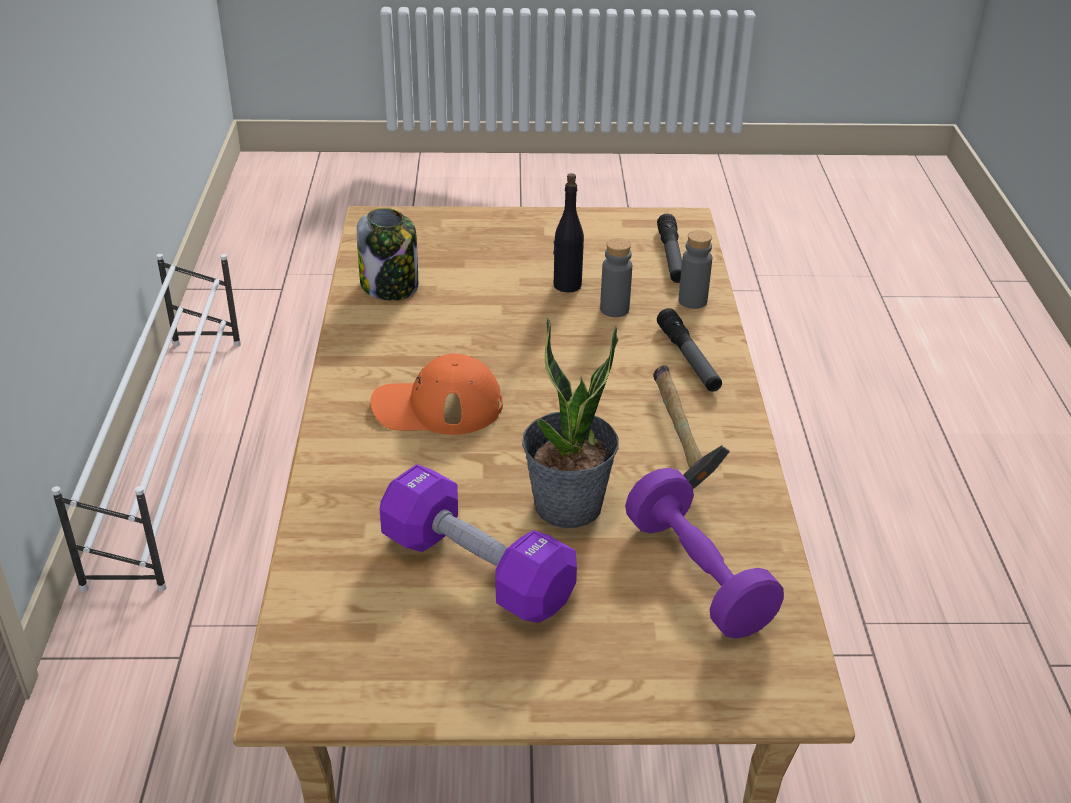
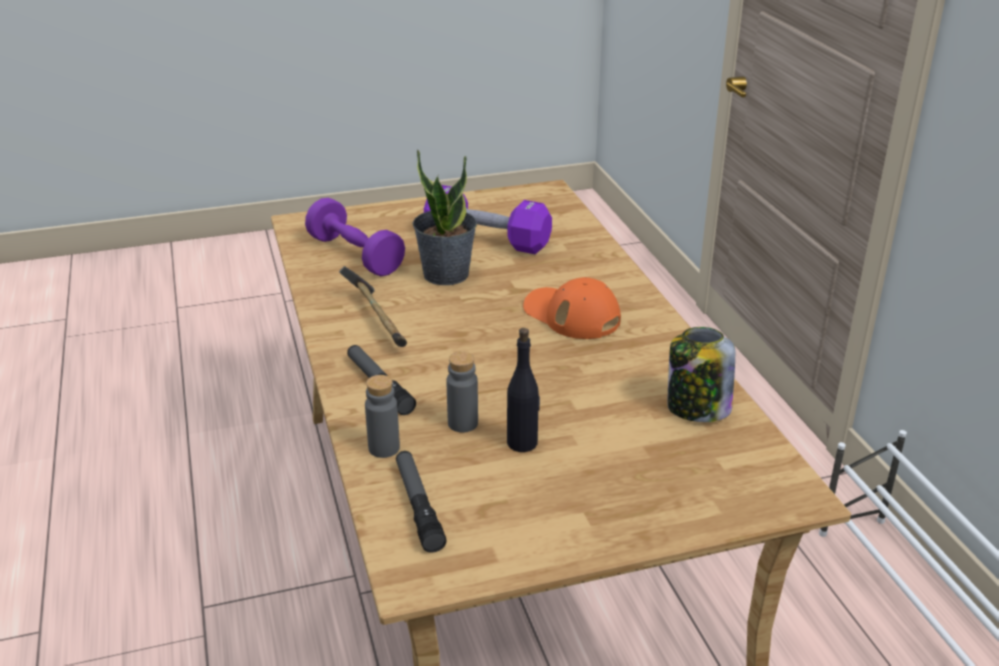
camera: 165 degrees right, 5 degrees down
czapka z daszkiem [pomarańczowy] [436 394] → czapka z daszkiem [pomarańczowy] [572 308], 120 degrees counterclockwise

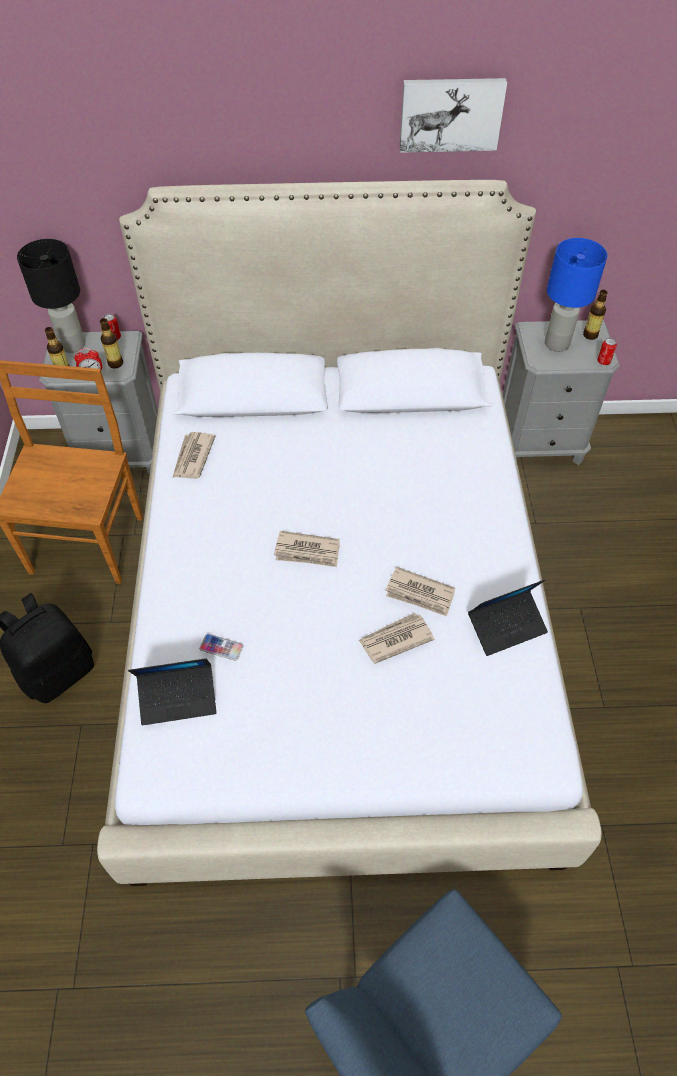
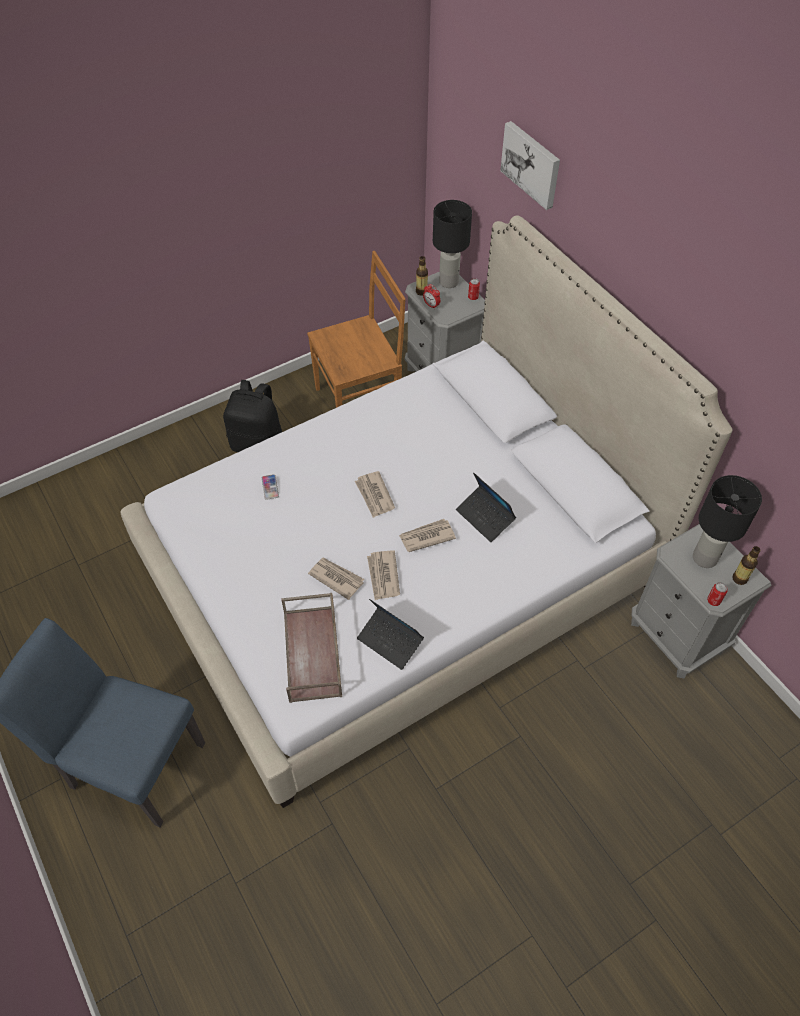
camera: 60 degrees right, 0 degrees up
butelka [111 343] → -
- → taca [brązowy] [311 648]
laptop [172 691] → laptop [486 507], moved
gazeta [194 455] → gazeta [427 535], moved
obraz [453 115] → obraz [530 165], moved
lampa stołowa [niebieski] [576 295] → lampa stołowa [czarny] [727 521]

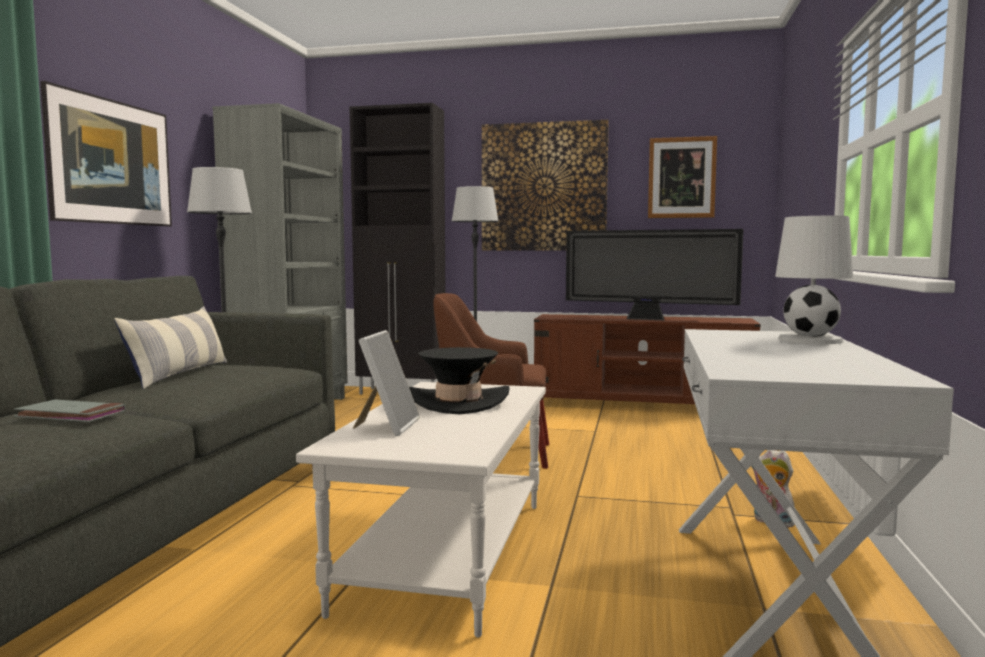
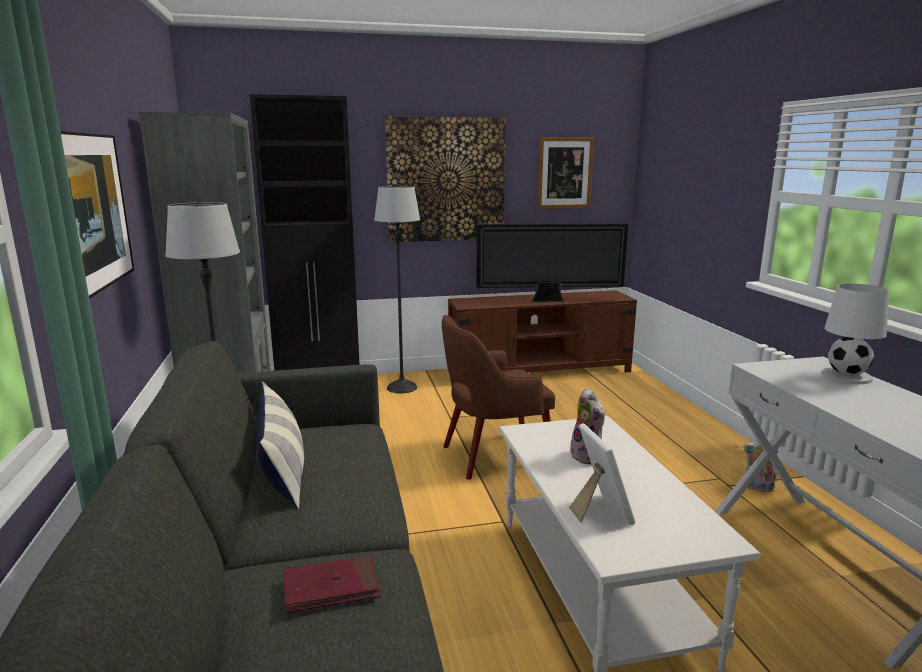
camera: 25 degrees left, 10 degrees up
kapelusz [czarny] [459 381] → pluszak [587 426]
książka [szary] [69 410] → książka [czerwony] [332 584]

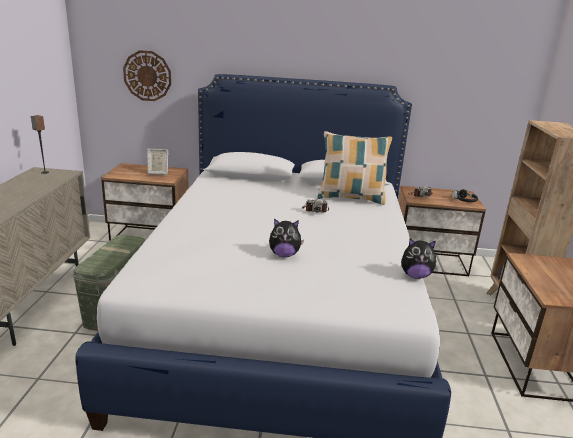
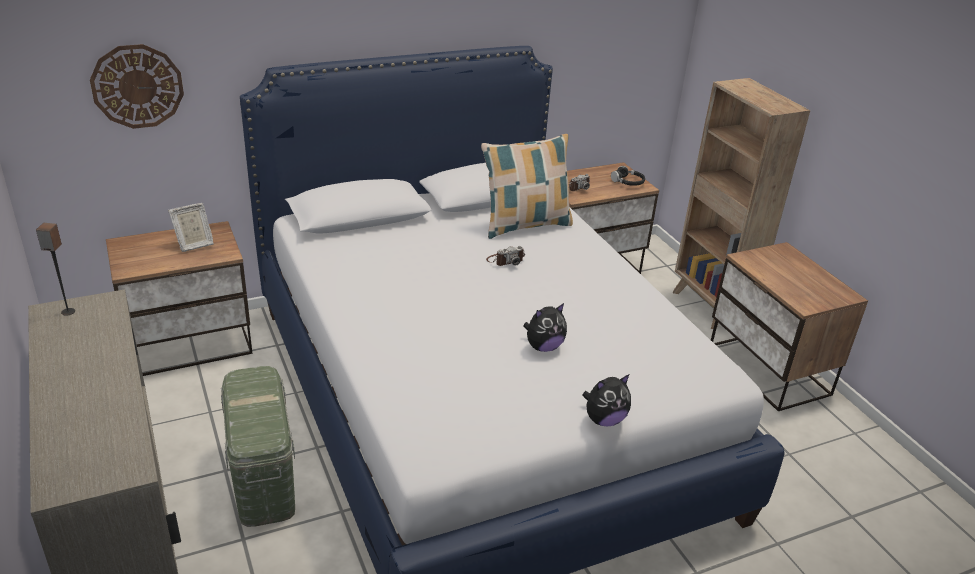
camera: 30 degrees left, 10 degrees up
pluszak [418 258] → pluszak [606 400], moved

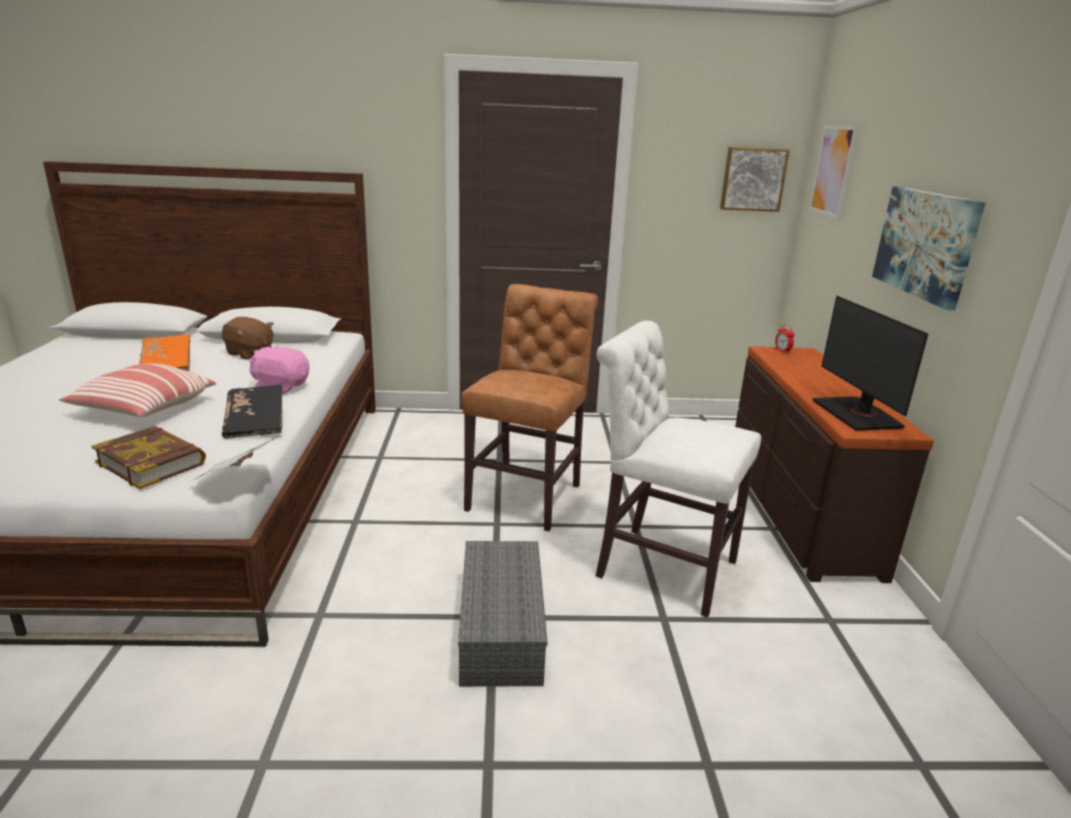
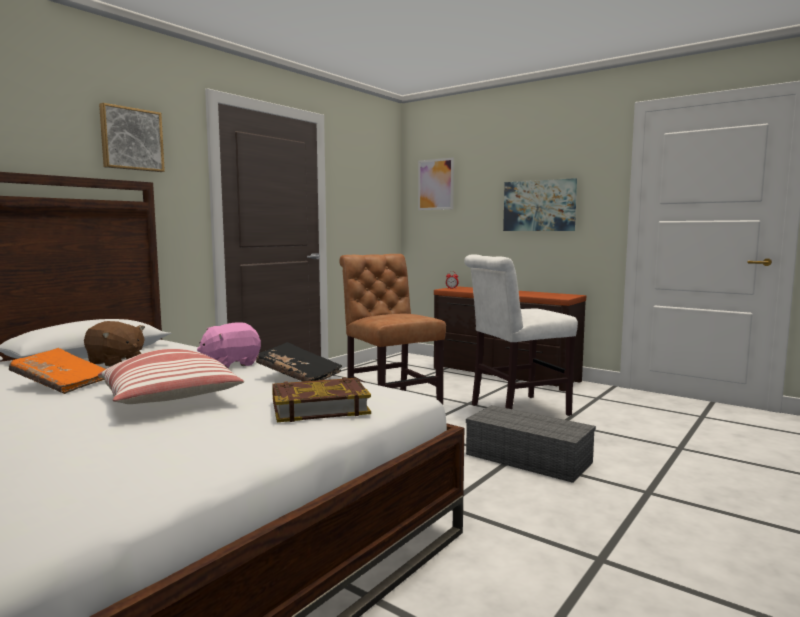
camera: 50 degrees left, 15 degrees down
gazeta [236 458] → -
monitor [870 363] → -
obraz [755 179] → obraz [132 137], moved
pluszak [brązowy] [248 338] → pluszak [brązowy] [114 343], 45 degrees clockwise

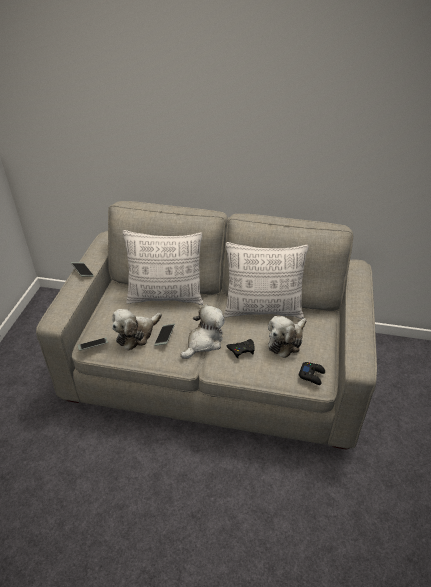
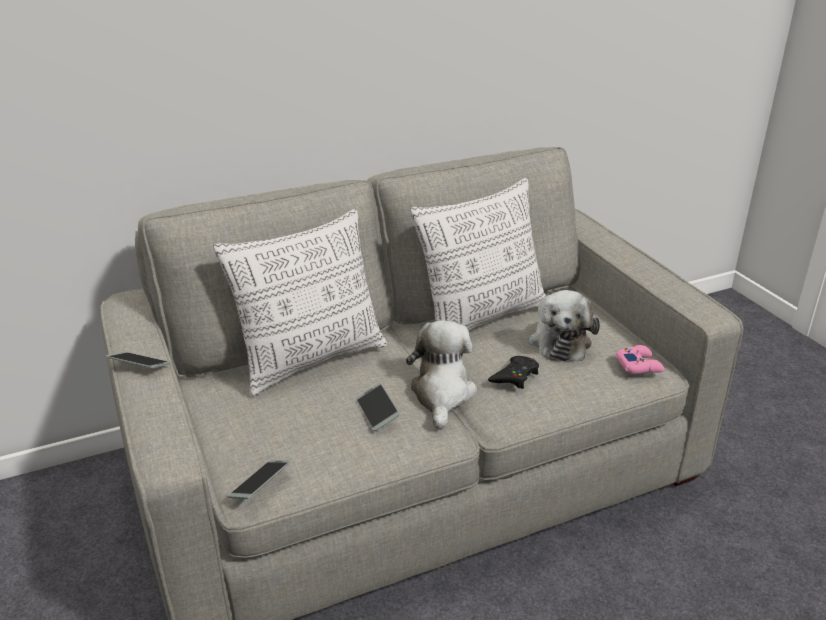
camera: 35 degrees left, 10 degrees down
pluszak [137 330] → -
pad do gier [czarny] [311 373] → pad do gier [różowy] [639 359]

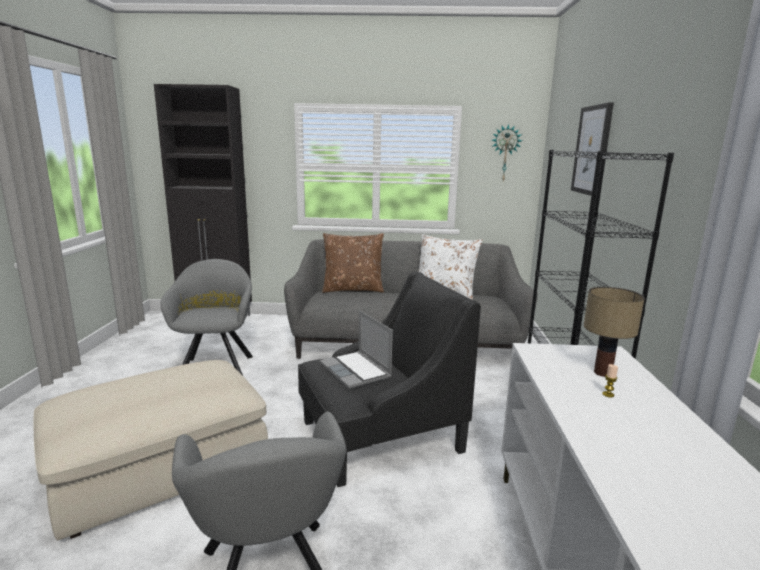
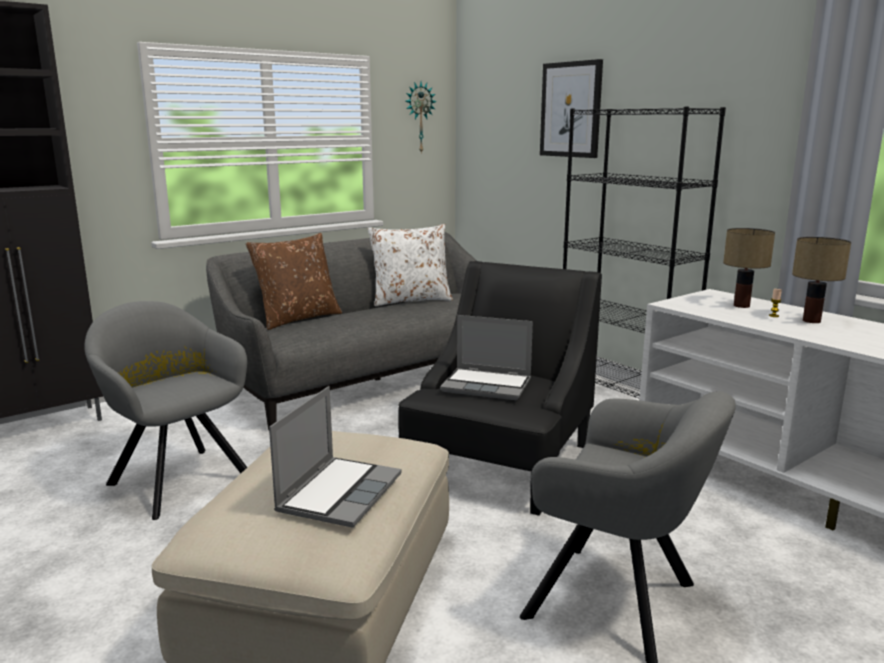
camera: 40 degrees left, 0 degrees up
- → laptop [335 457]
- → lampa stołowa [821 280]

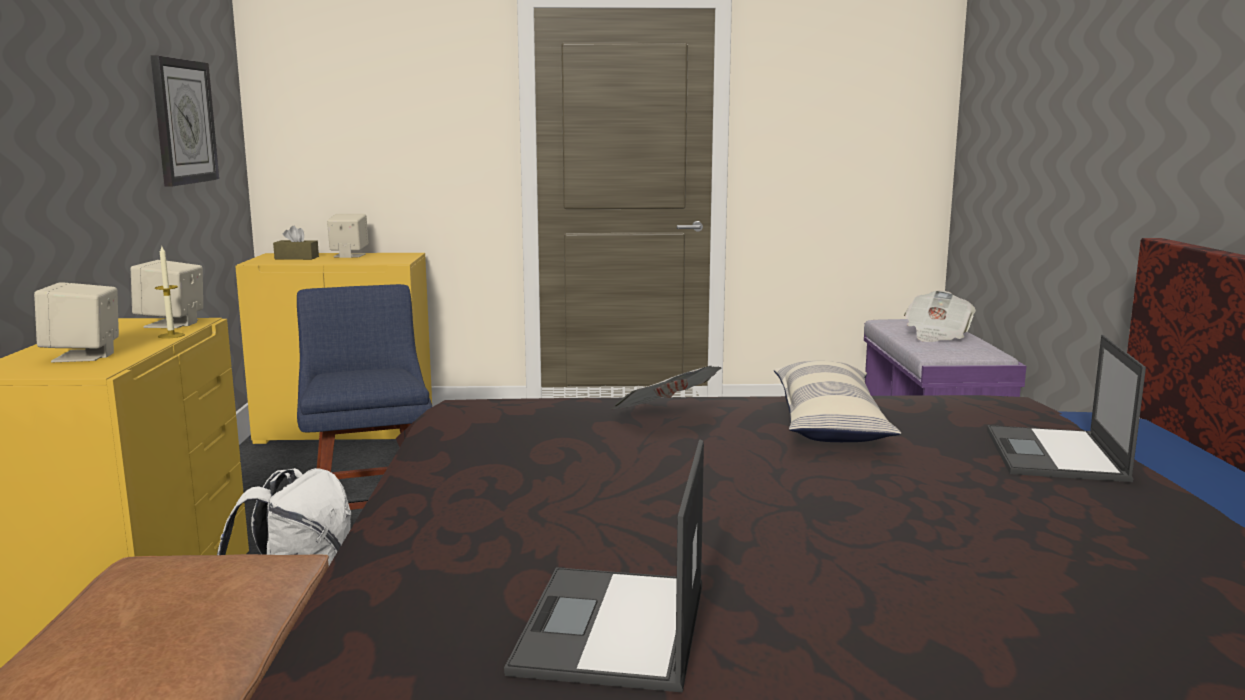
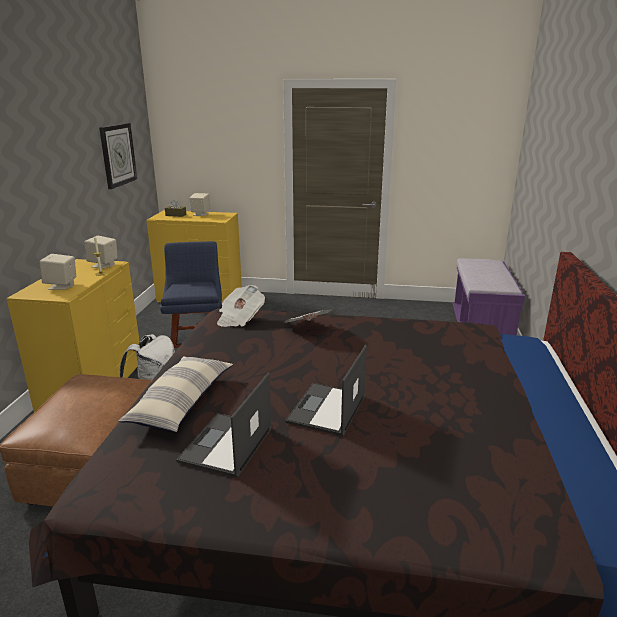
camera: 10 degrees right, 10 degrees up
poduszka [837 401] → poduszka [175 394], moved
gazeta [940 316] → gazeta [241 306], moved
laptop [1066 408] → laptop [326 390], moved

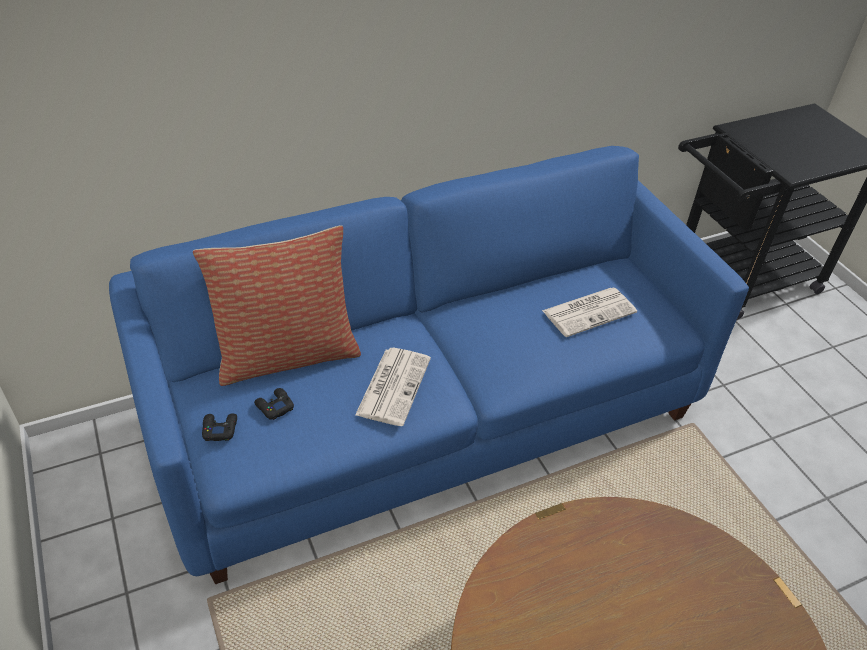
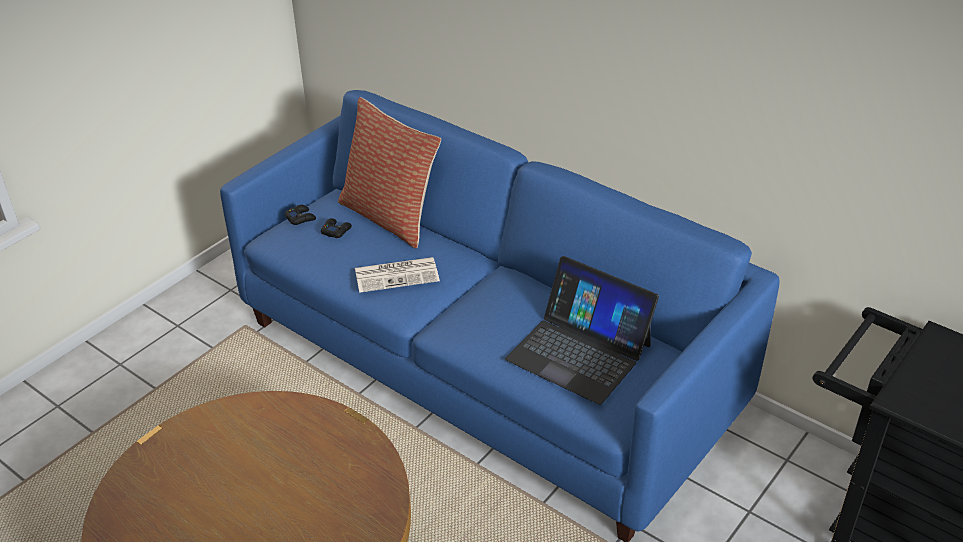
camera: 65 degrees right, 5 degrees down
gazeta [589 312] → laptop [582 330]

